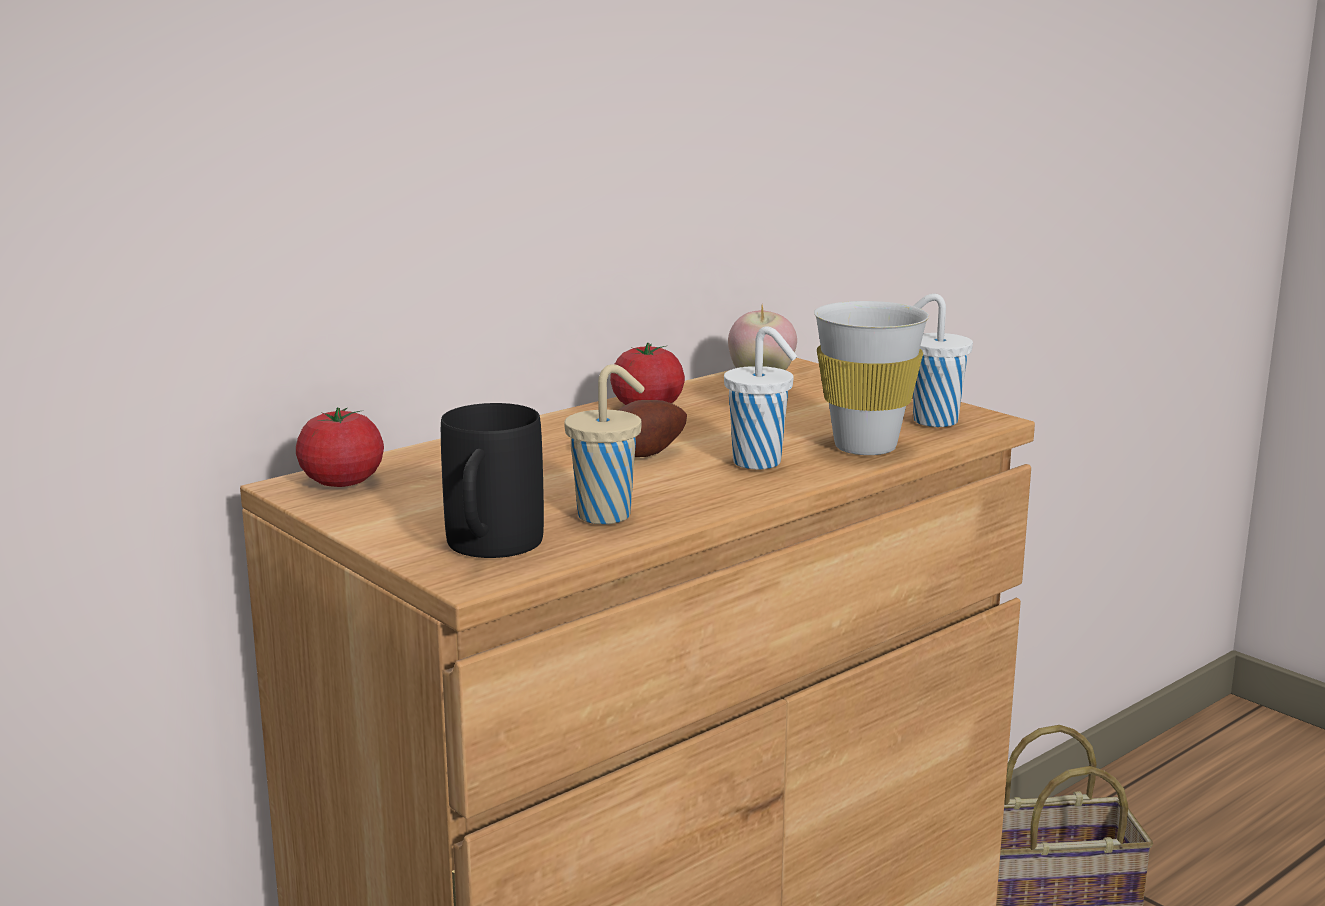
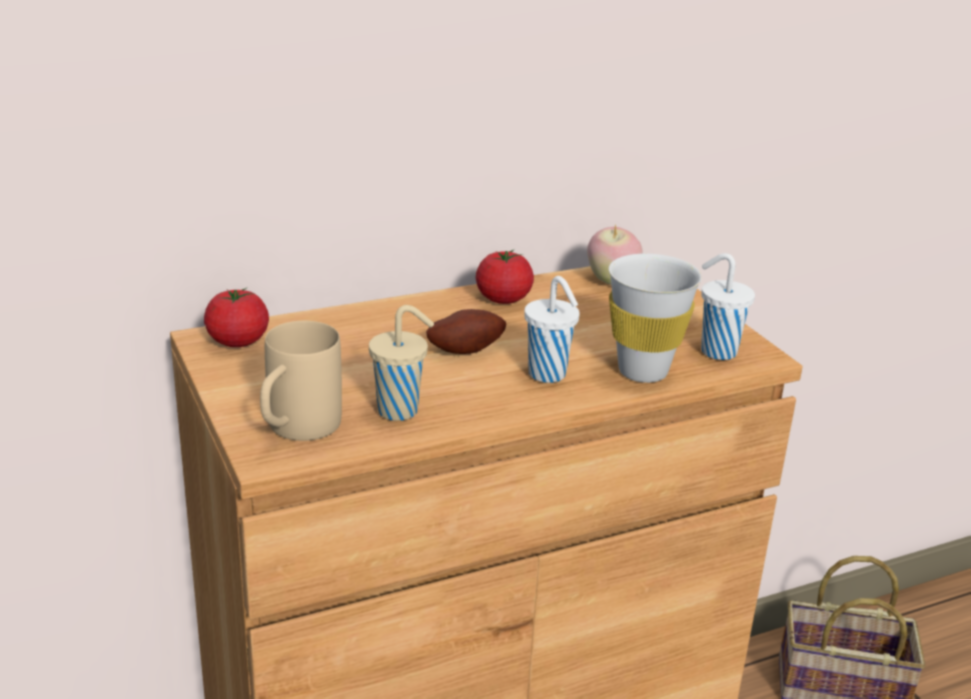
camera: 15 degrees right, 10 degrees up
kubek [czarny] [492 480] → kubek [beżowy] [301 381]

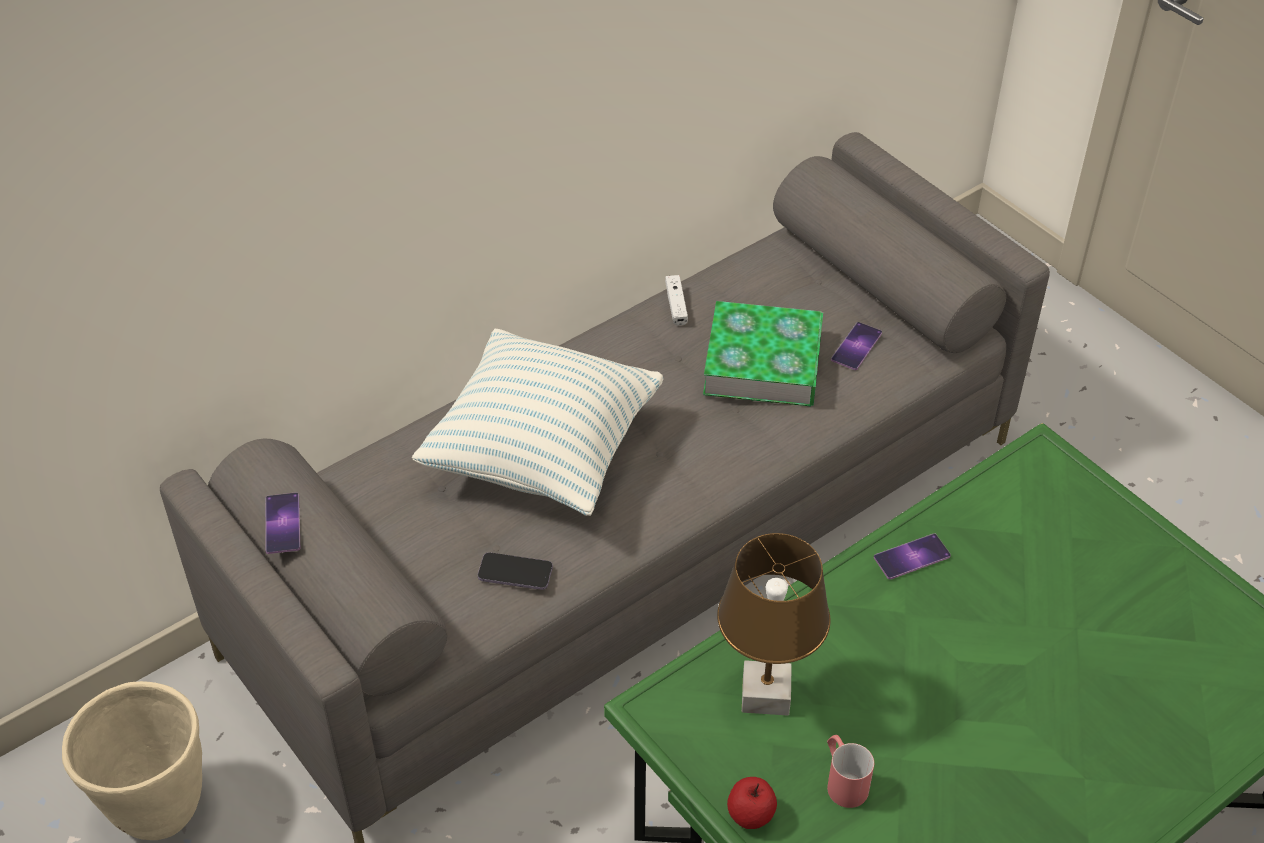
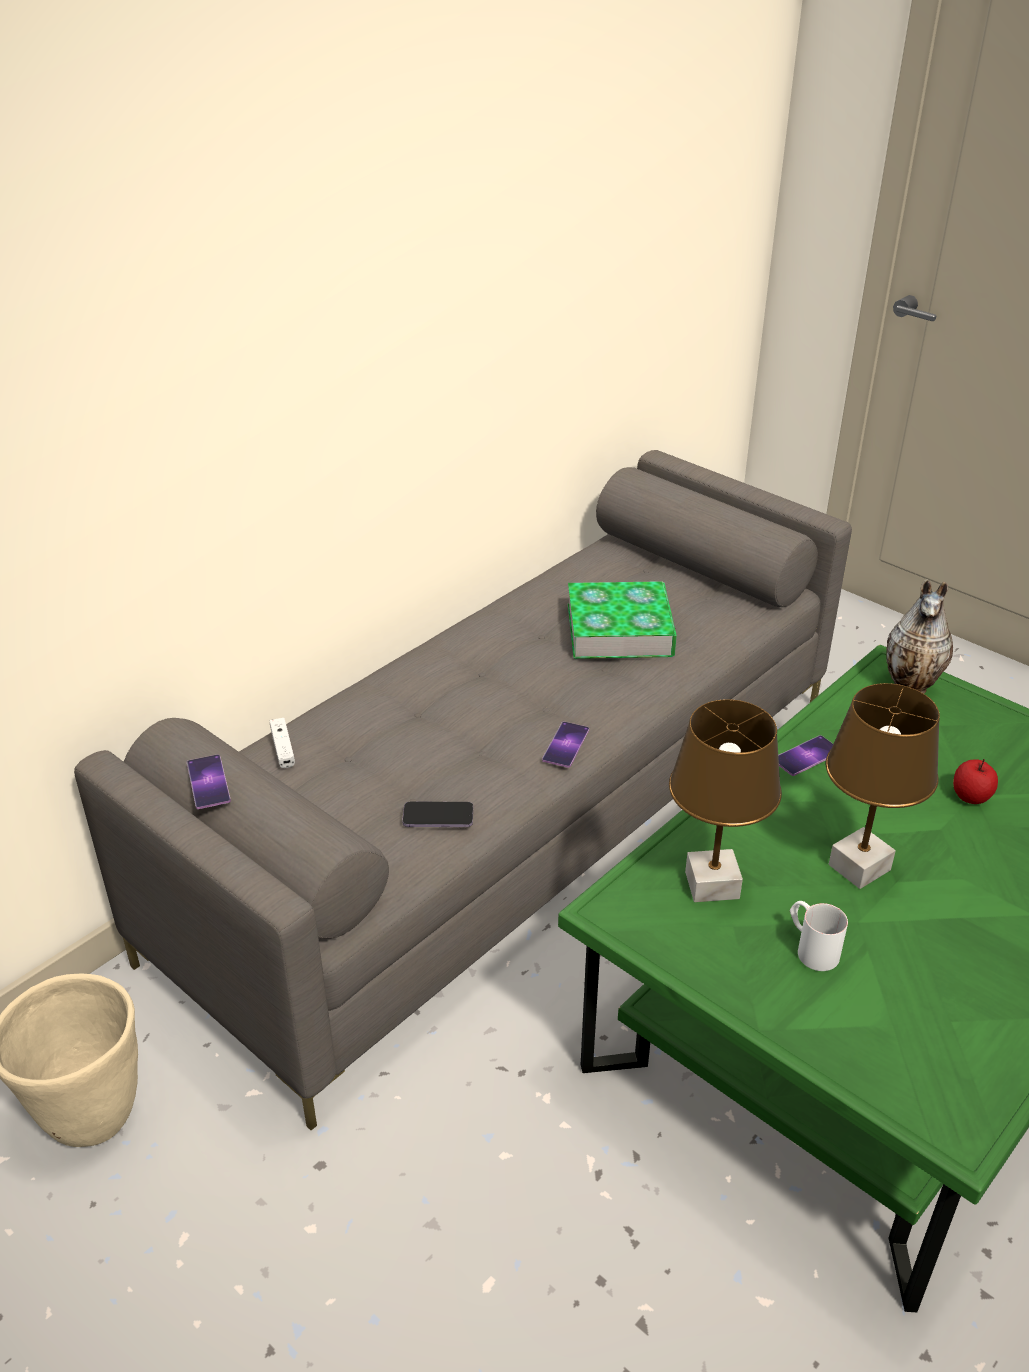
camera: 10 degrees left, 10 degrees down
poduszka [538 422] → -
- → lampa stołowa [brązowy] [883 786]
- → wazon [919 636]
pad do gier [biały] [676 300] → pad do gier [biały] [282 743], moved
jabłko [752 803] → jabłko [975 781], moved
telefon [856 346] → telefon [565 744], moved
kubek [czerwony] [850 771] → kubek [biały] [819 936]

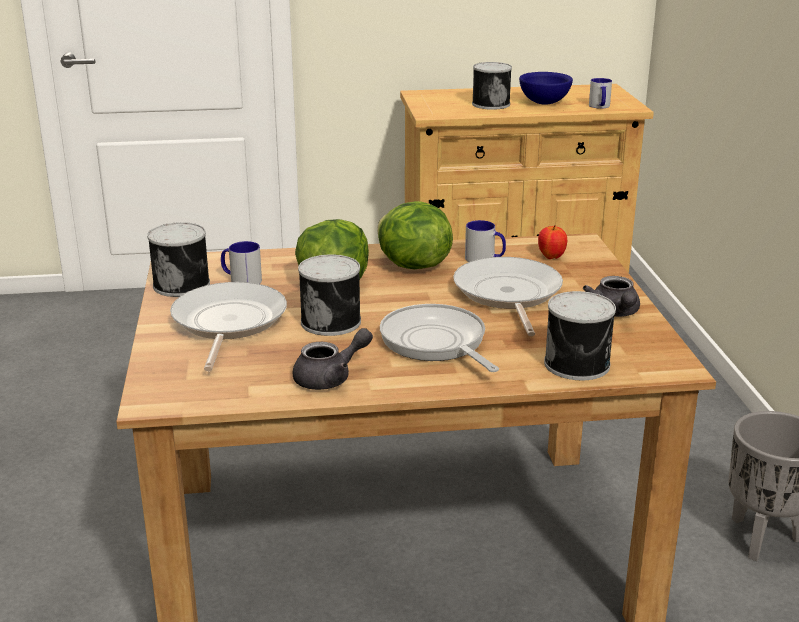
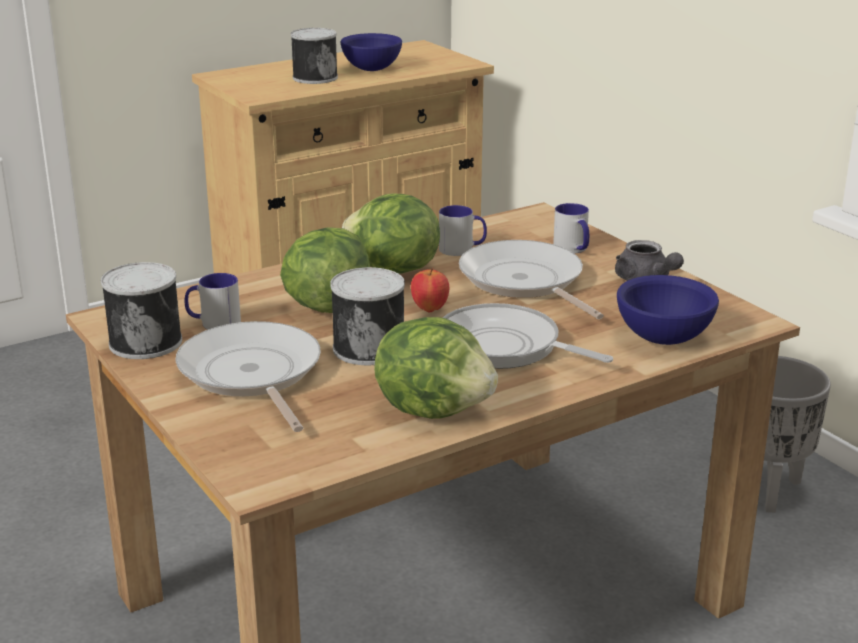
camera: 25 degrees left, 0 degrees up
jabłko [552 242] → jabłko [430 290], moved
kubek [600 93] → kubek [571 228], moved
imbryk [szary] [333 359] → sałata [436 368]
puszka [580 335] → miska [niebieski] [668 310]

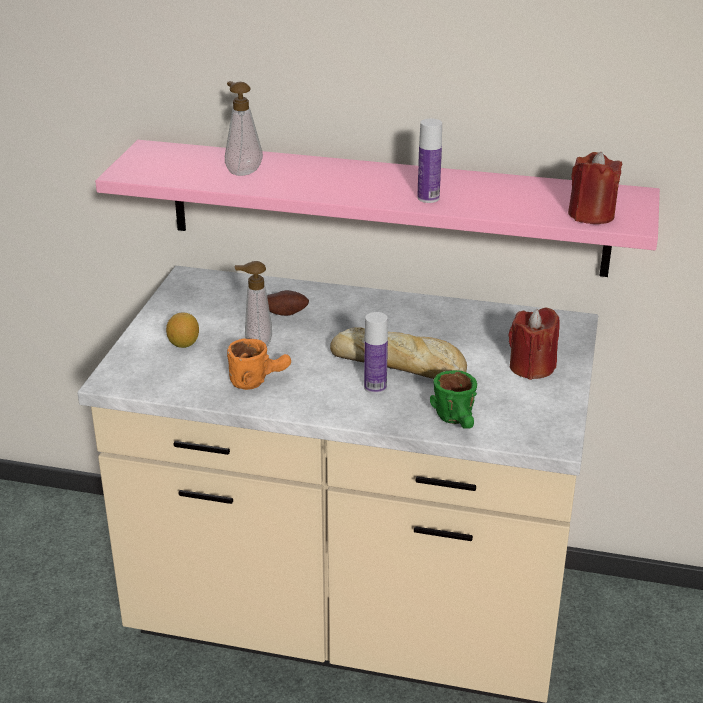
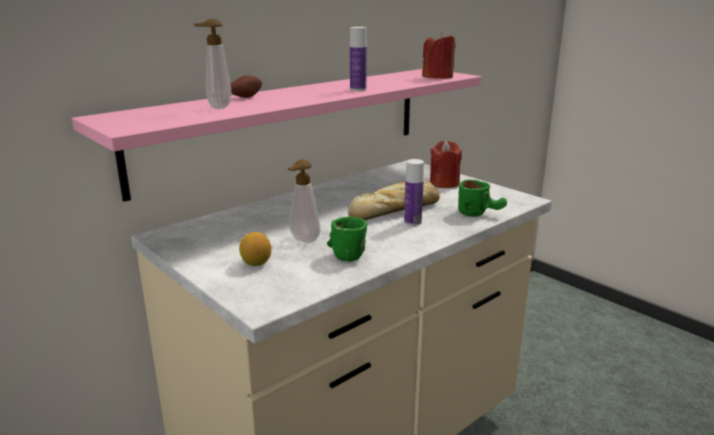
camera: 55 degrees left, 10 degrees down
ziemniak [288 303] → ziemniak [246 86], moved
kubek [pomarańczowy] [259 364] → kubek [zielony] [347 239]

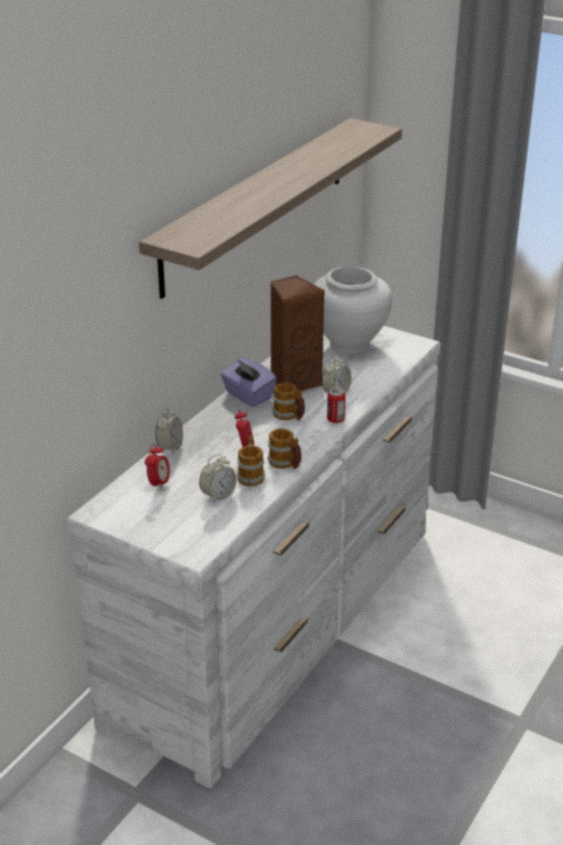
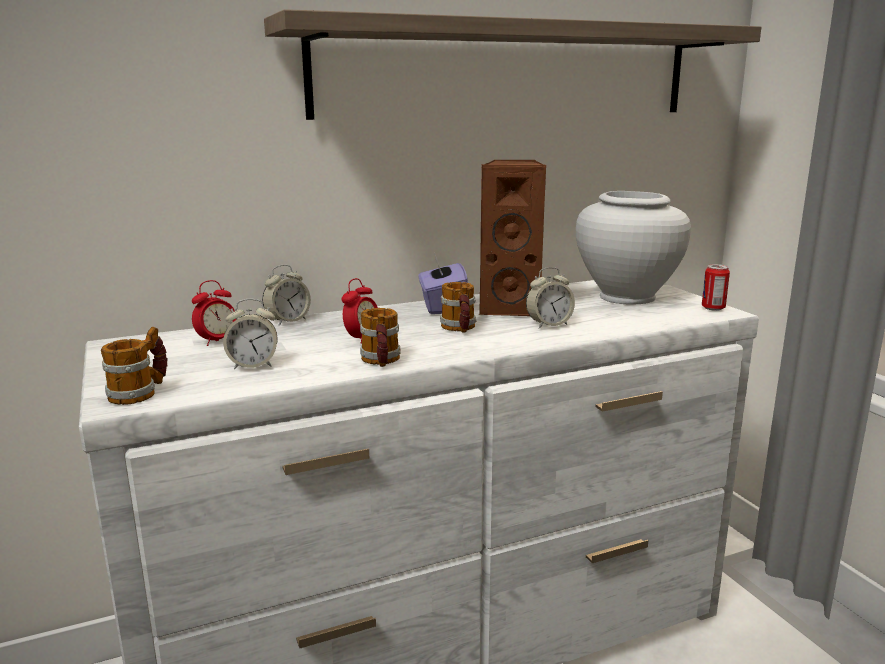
camera: 35 degrees right, 15 degrees down
kubek [251 460] → kubek [134 366], moved
puszka [336 405] → puszka [716 287], moved

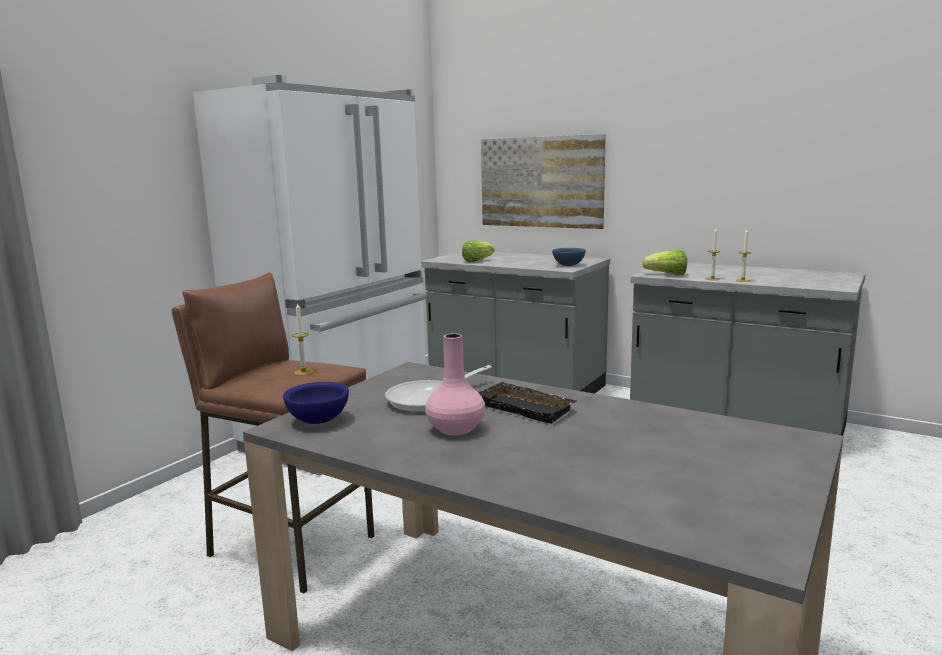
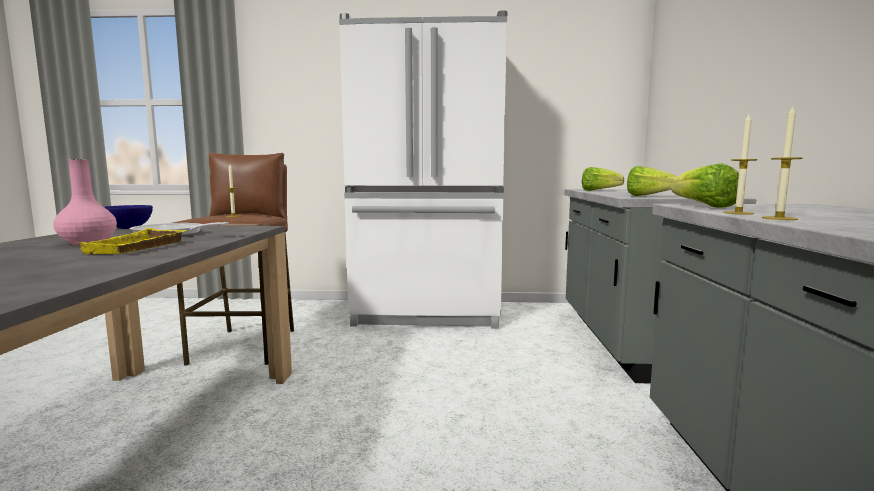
camera: 60 degrees right, 5 degrees down
obraz [543 181] → -
miska [niebieski] [569 257] → sałata [652 181]
taca [czarny] [527 403] → taca [żółty] [131 241]

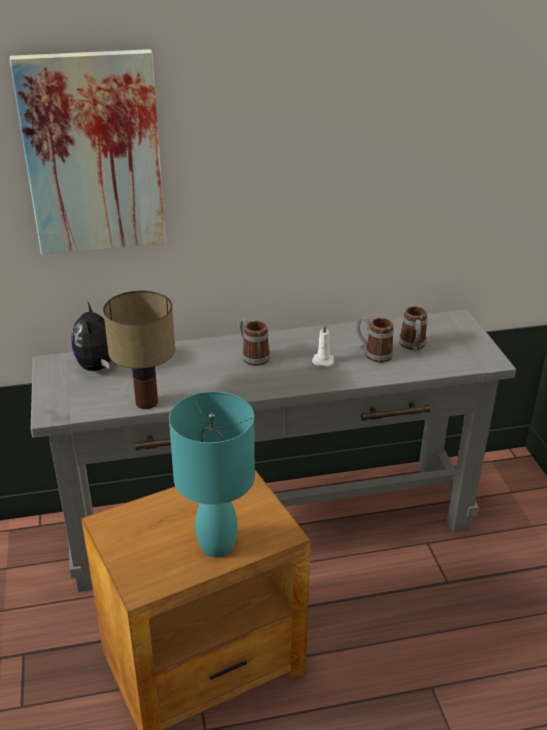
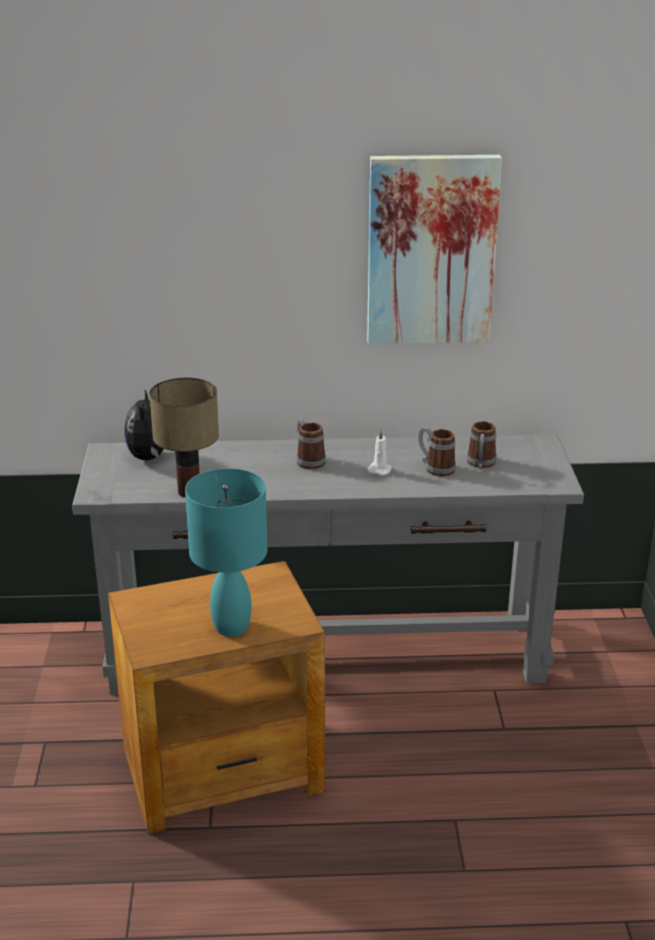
camera: 10 degrees right, 5 degrees down
obraz [88 151] → obraz [434 249], moved

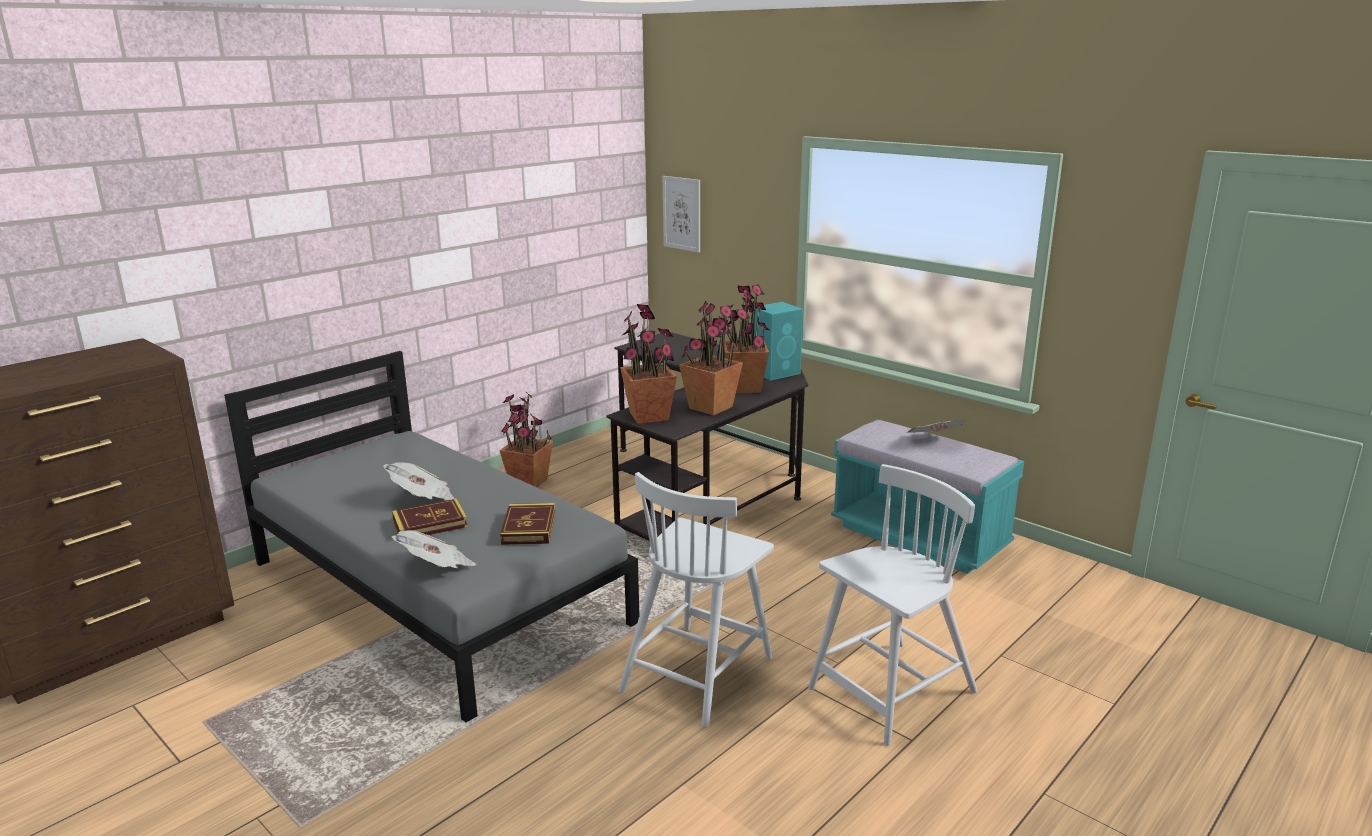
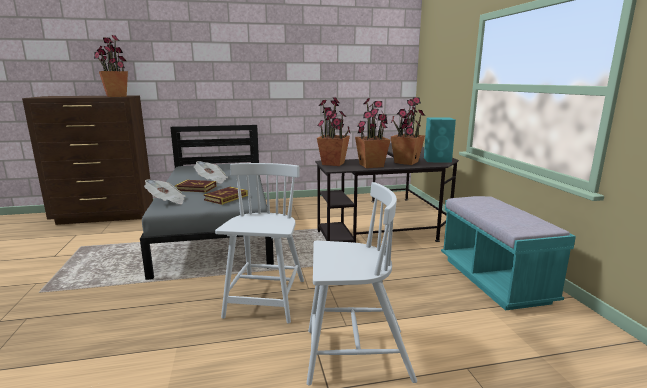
camera: 35 degrees right, 5 degrees down
obraz [681 214] → -
gazeta [936 426] → -
roślina doniczkowa [526 439] → roślina doniczkowa [111 66], moved
krzesło [biały] [696 599] → krzesło [biały] [259 243], 120 degrees clockwise

